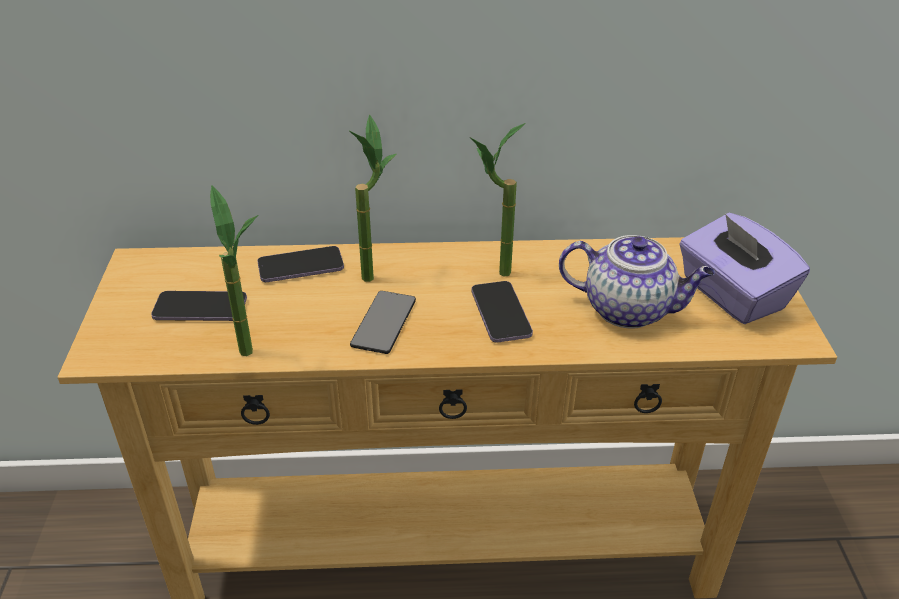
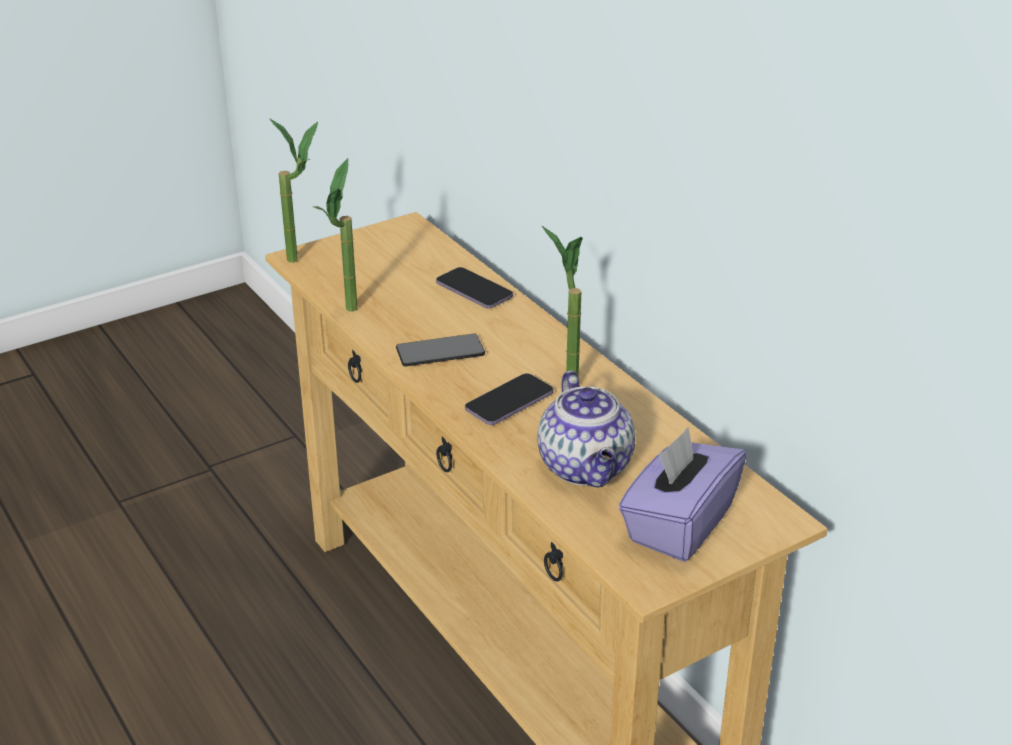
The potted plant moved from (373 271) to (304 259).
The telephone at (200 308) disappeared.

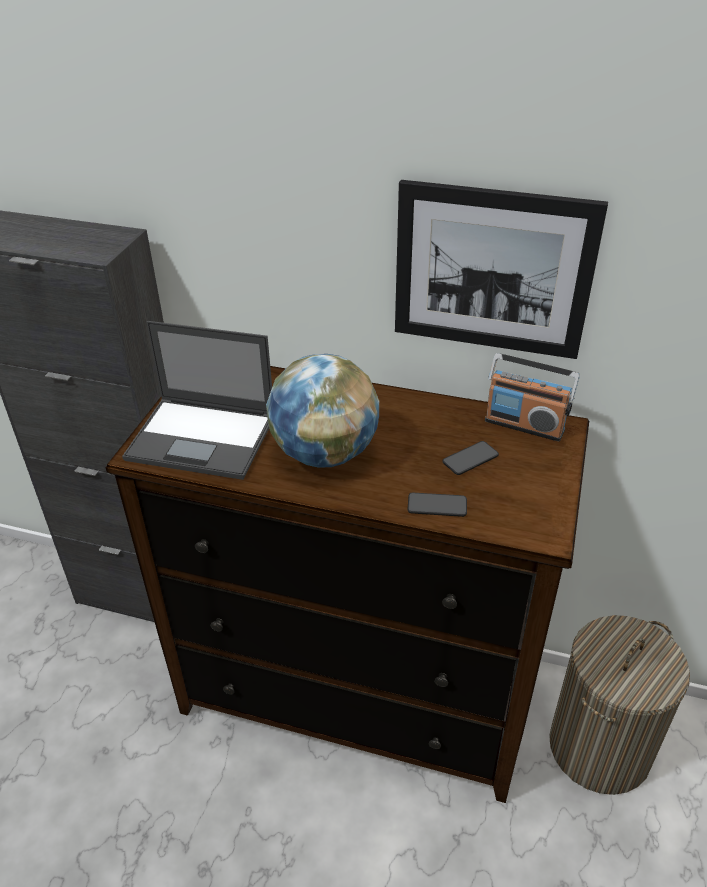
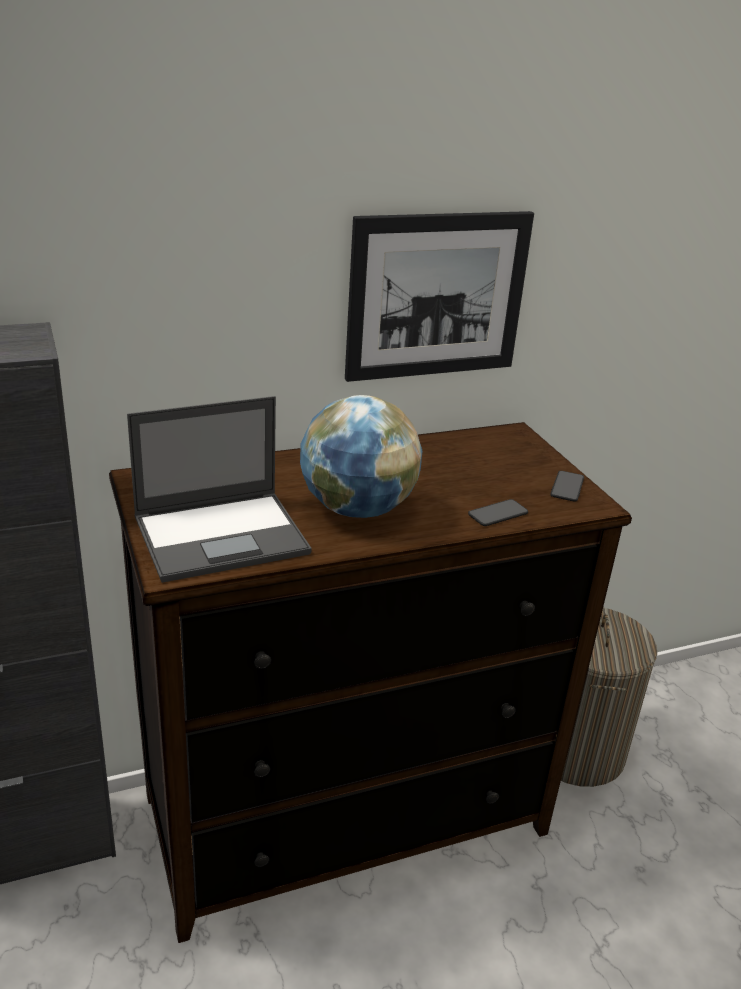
The telephone moved from (470 459) to (567 487).
The radio receiver at (524 425) disappeared.

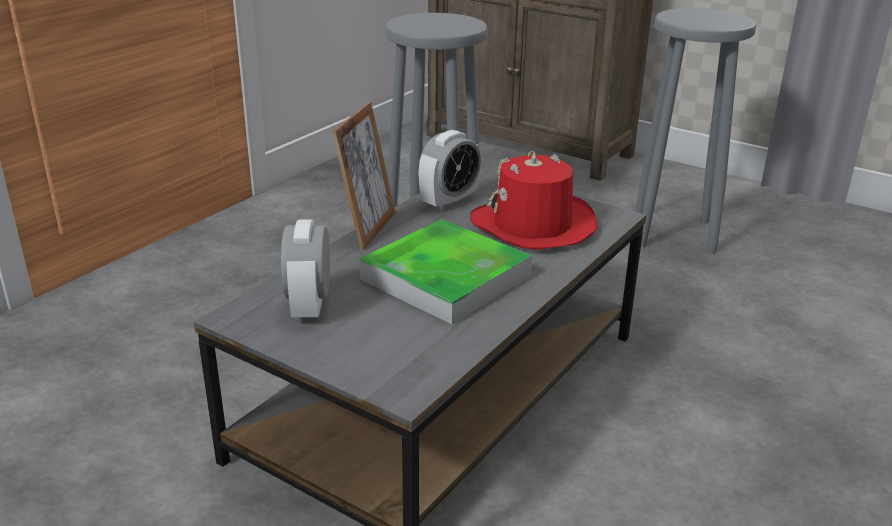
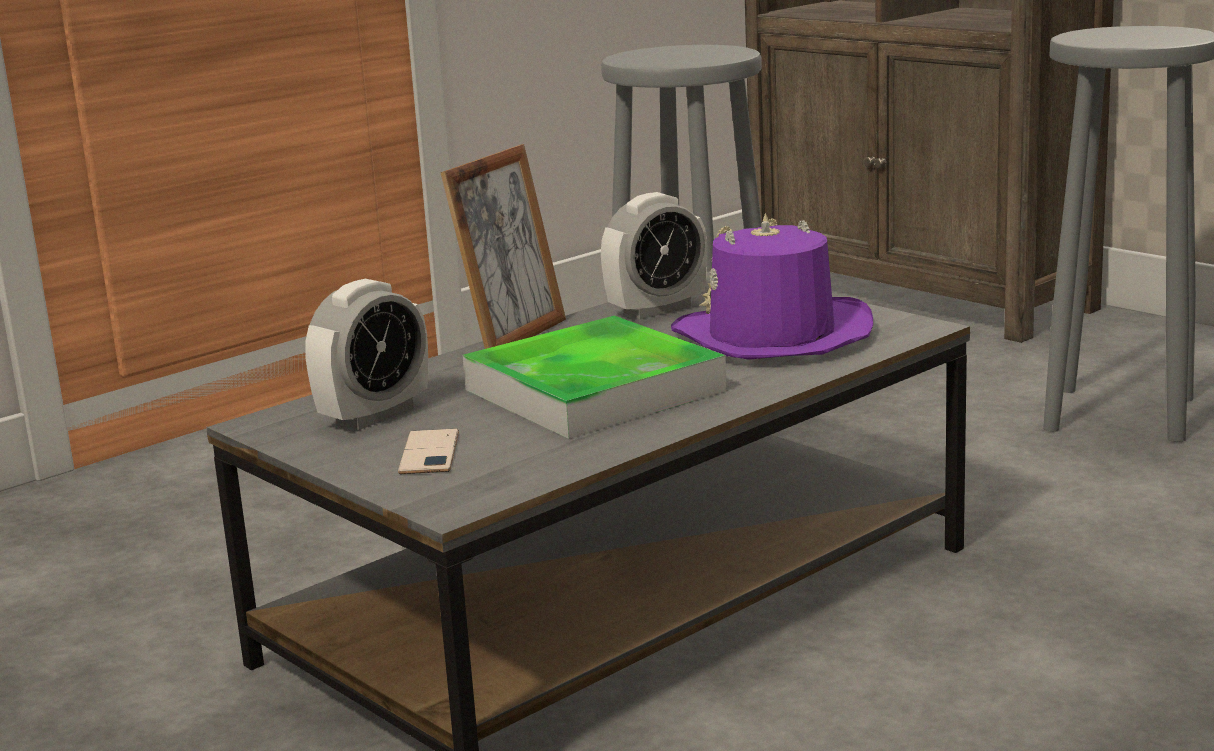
The bedside clock at (309 306) turned 150 degrees counterclockwise.
The telephone at (429 453) appeared.
The clothing hat (red) at (533 225) became the clothing hat (purple-coloured) at (772 336).

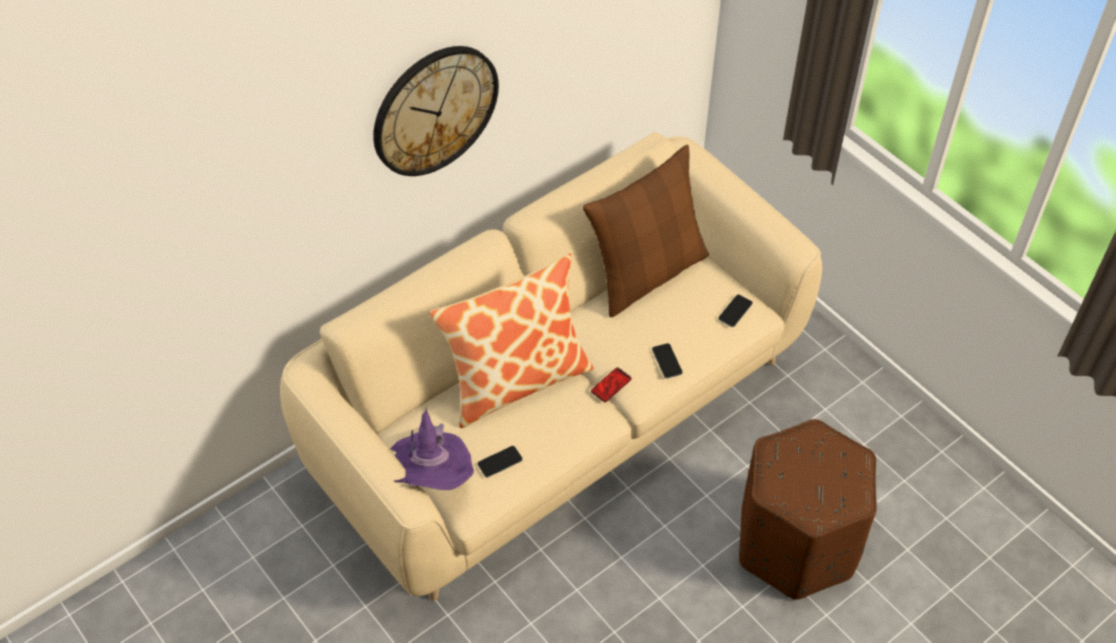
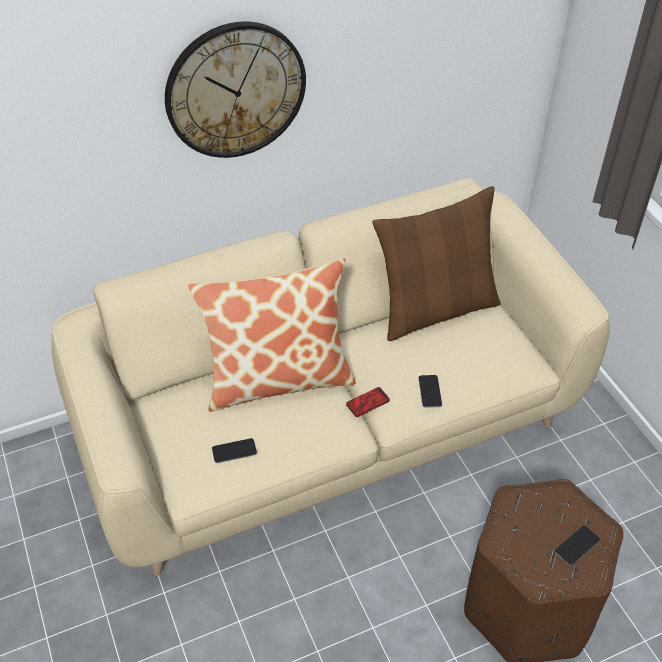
The telephone moved from (735 311) to (577 545).
The clothing hat (purple-coloured) at (431 477) disappeared.

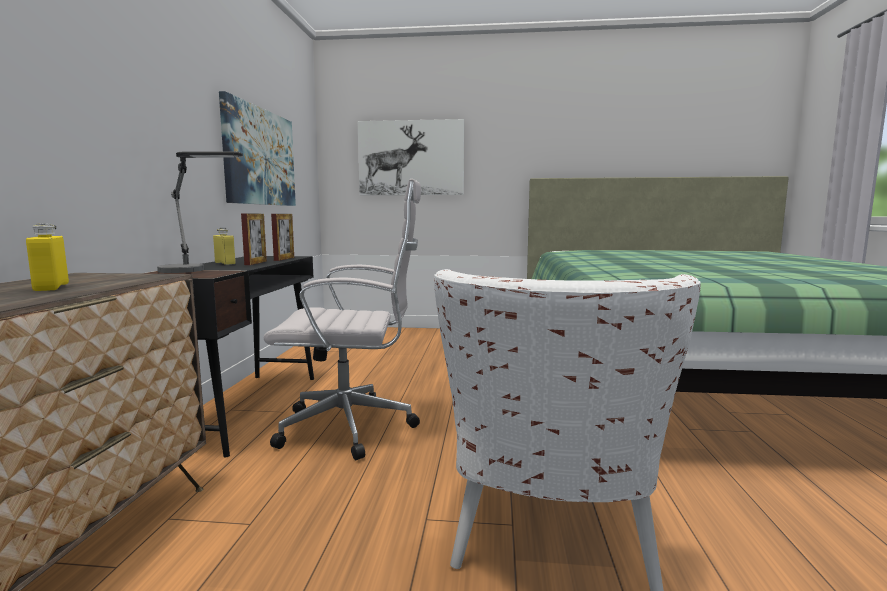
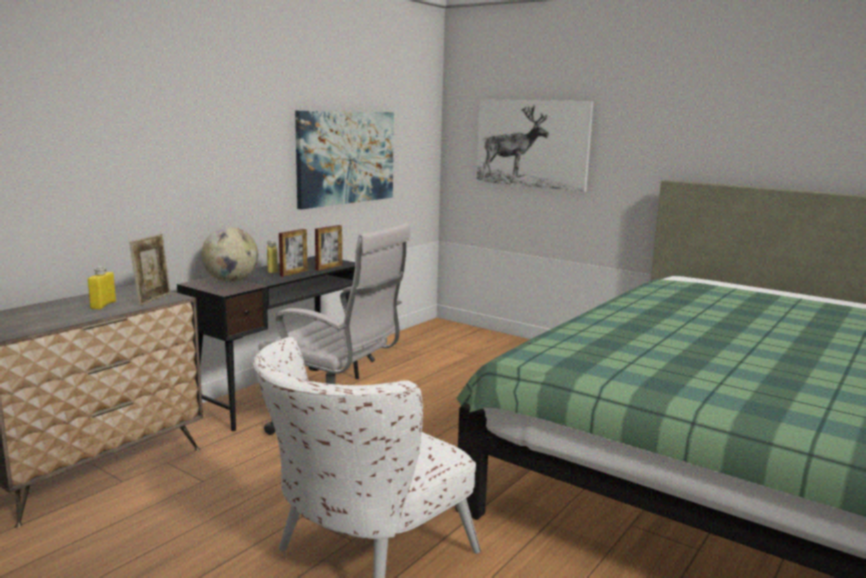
The standing frame at (153 299) appeared.
The table lamp at (193 270) was replaced by the globe at (231 281).

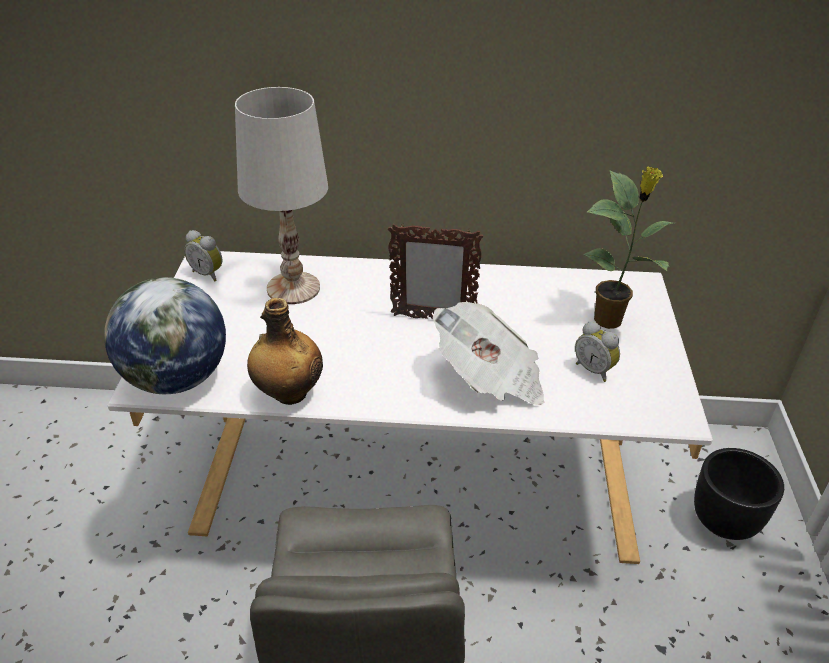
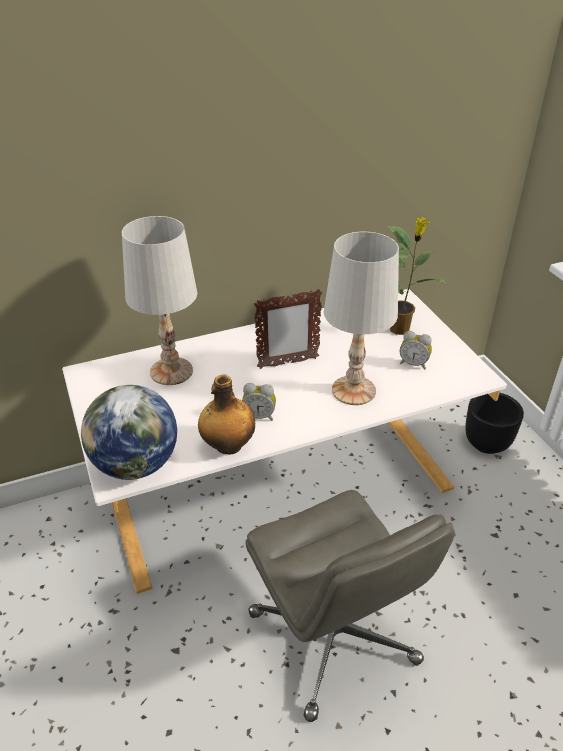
The bedside clock moved from (208 273) to (259 416).
The newspaper at (490 378) was replaced by the table lamp (white) at (354 390).

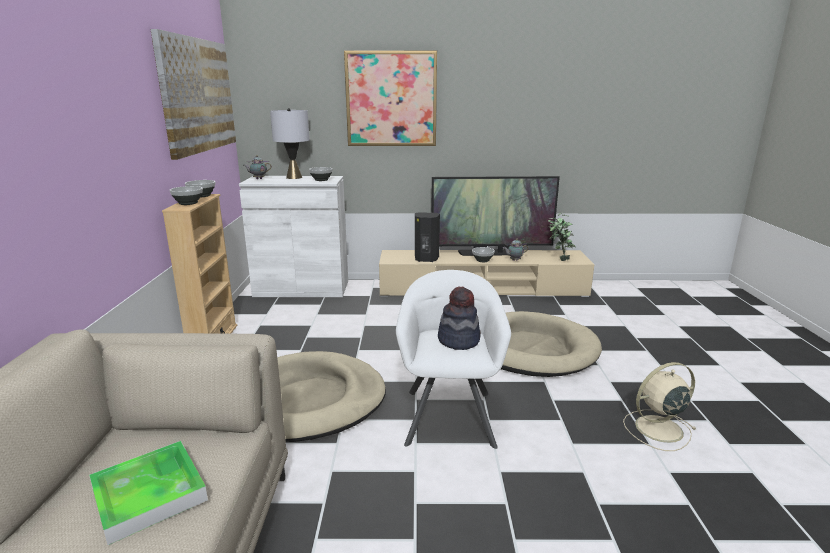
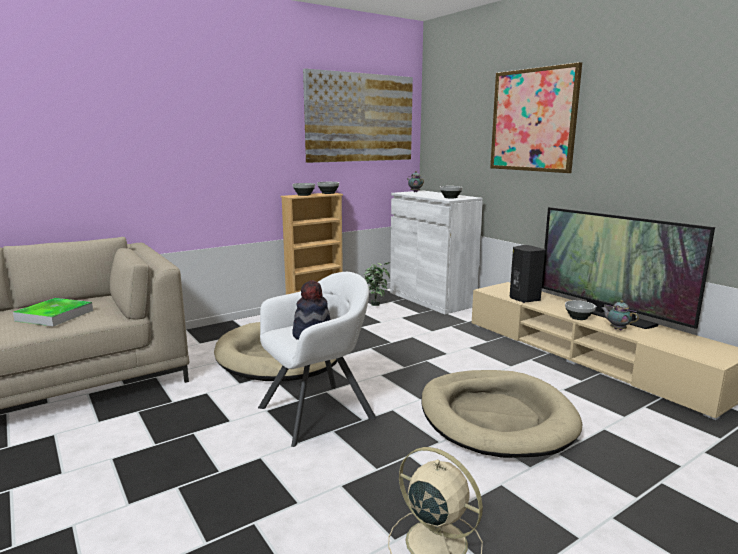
The potted plant moved from (558 259) to (376 304).
The table lamp (greyish) at (294 177) disappeared.

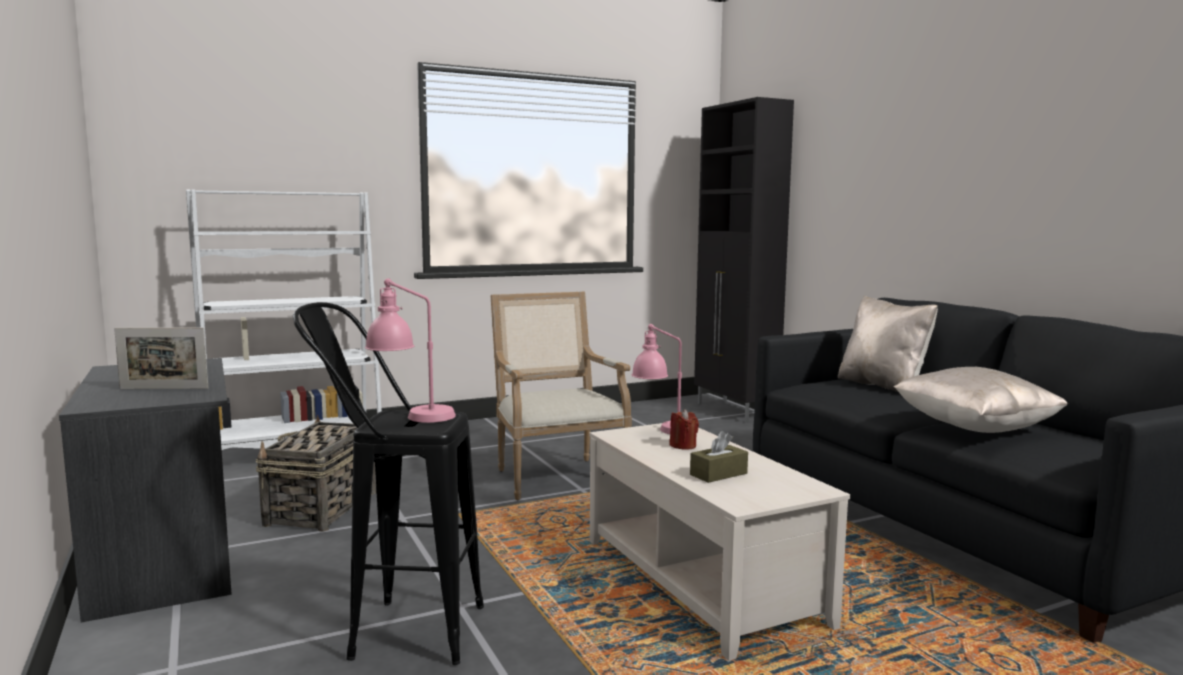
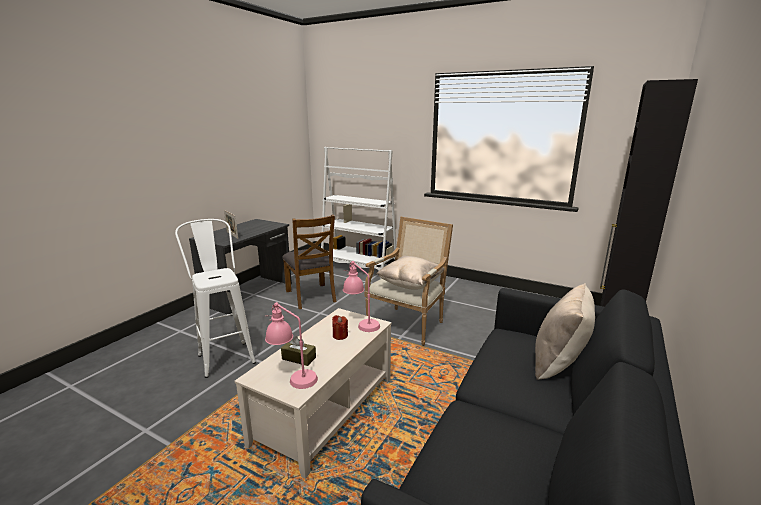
The stool (black) at (396 631) became the stool (white) at (224 355).
The table lamp (pinkish) moved from (412 419) to (292 378).
The household basket at (321 509) was replaced by the upright chair (brown-coloured) at (311 296).
The cushion (beige) moved from (974 429) to (410 285).

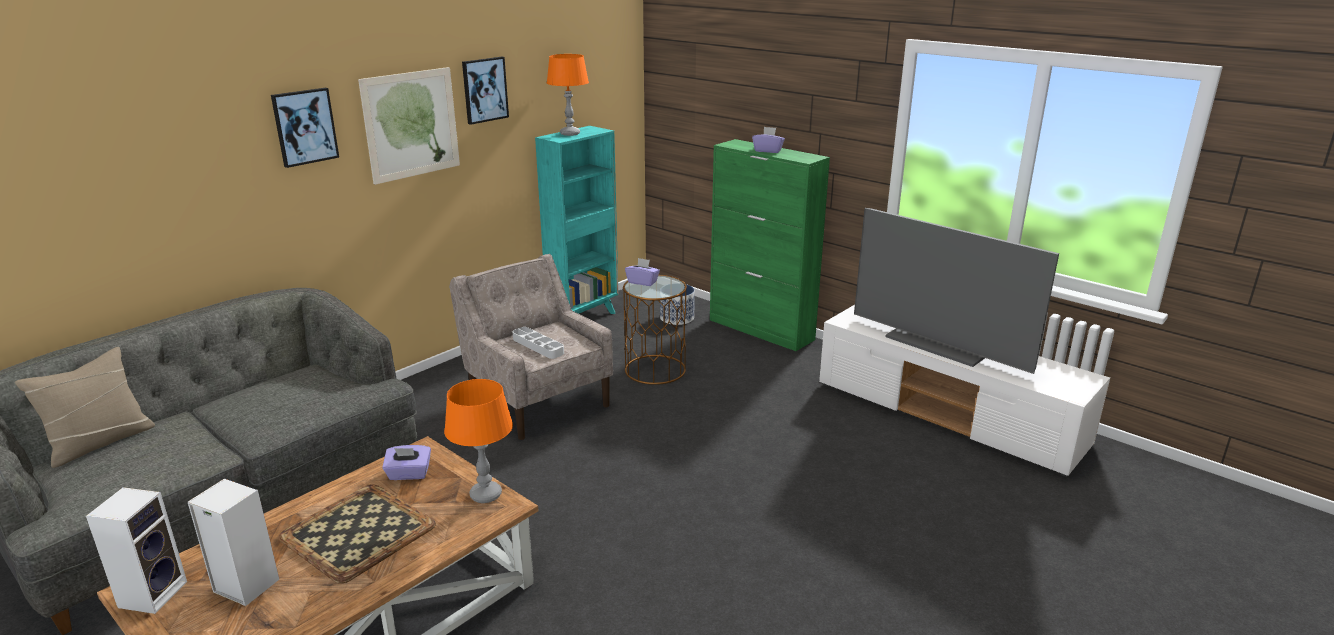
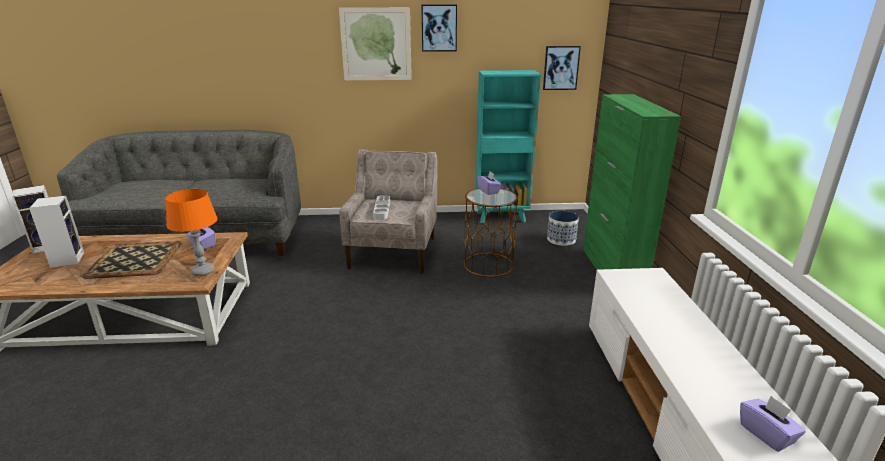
The wall picture moved from (304 127) to (561 68).
The box of tissues (purple-coloured) moved from (768 150) to (766 434).
The cushion (beige) at (100 442) disappeared.
The table lamp (orange) at (570 133) disappeared.
The TV at (940 344) disappeared.

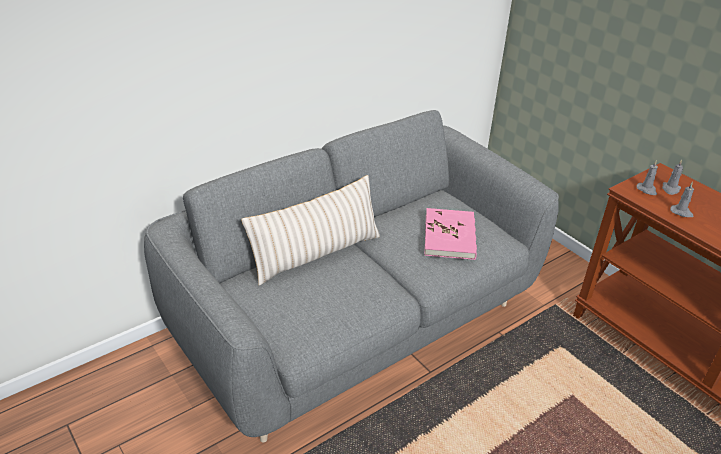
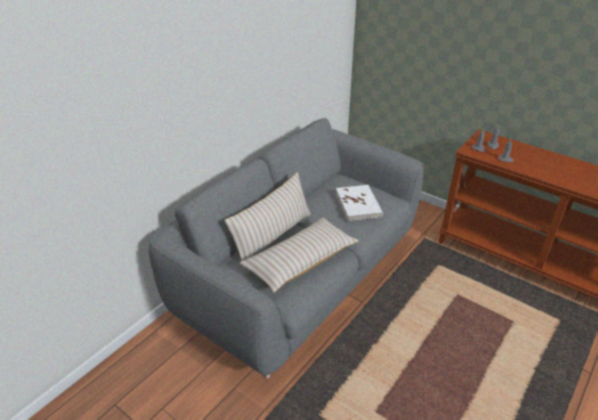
The cushion (beige) at (300 261) appeared.
The volume (pinkish) at (450 236) became the volume (white) at (358 204).

